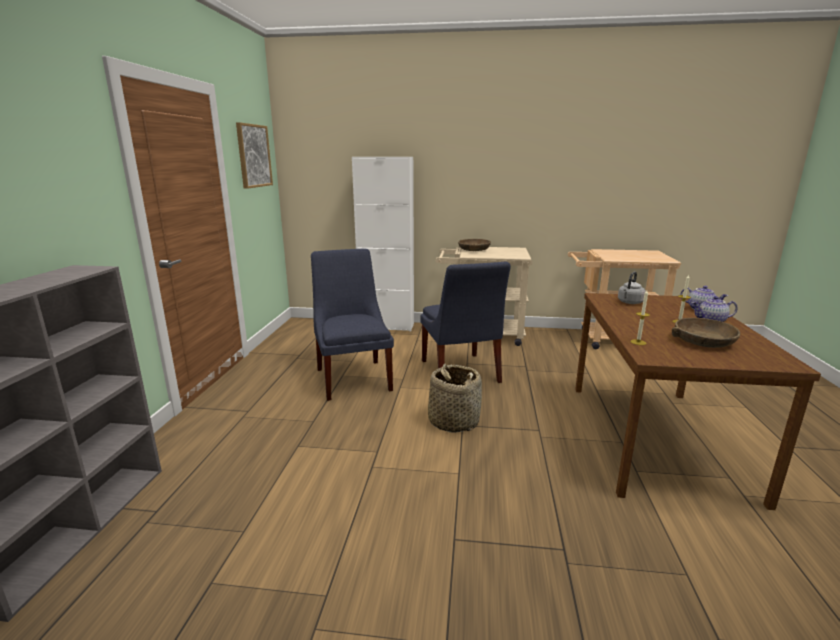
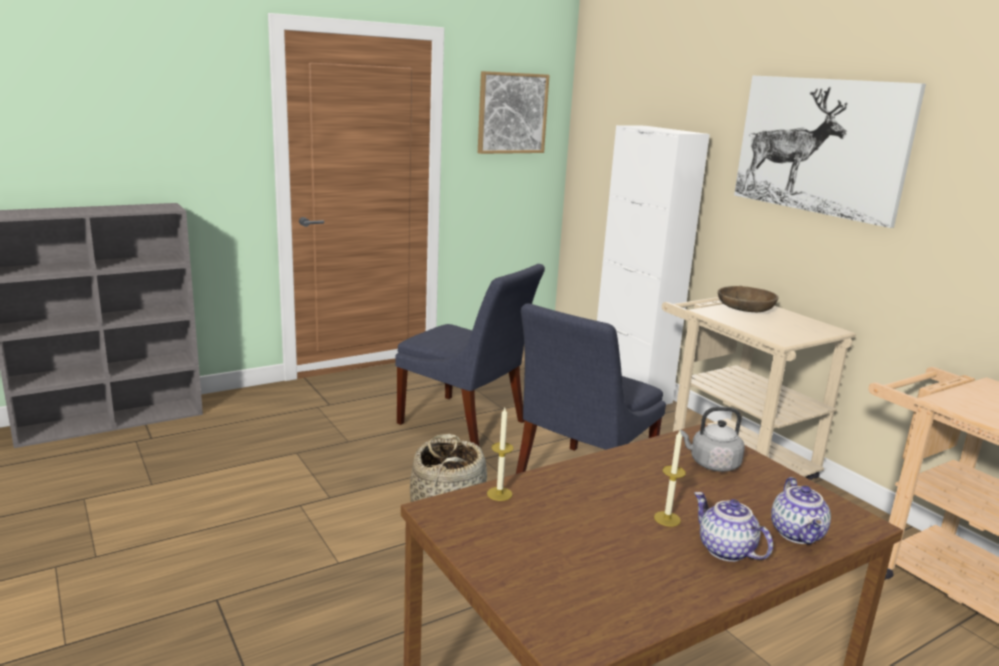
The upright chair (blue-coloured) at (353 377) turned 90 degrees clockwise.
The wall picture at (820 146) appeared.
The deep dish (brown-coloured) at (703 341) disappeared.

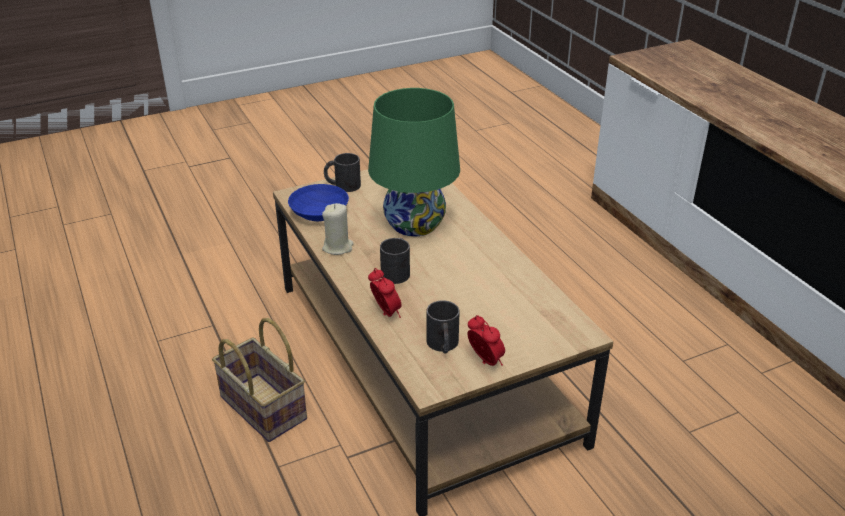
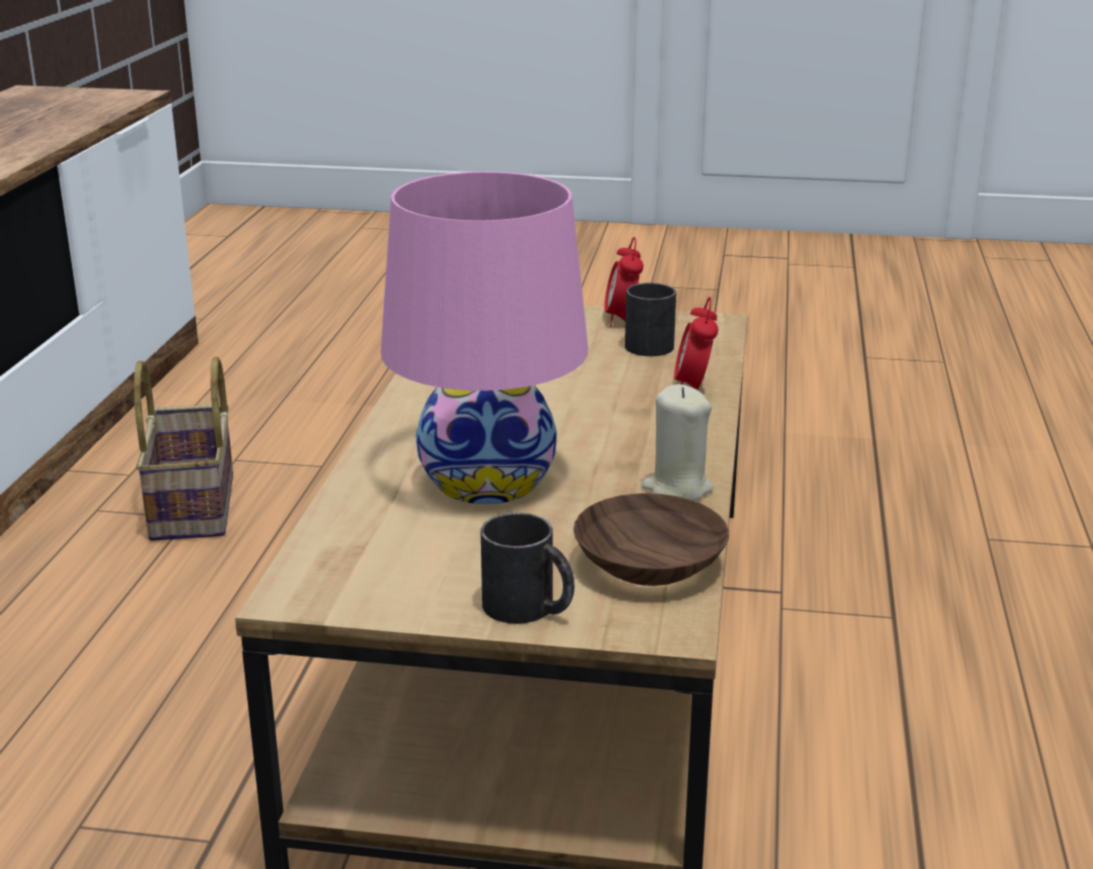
The household basket moved from (260 407) to (195 508).
The table lamp (green-coloured) at (414 224) became the table lamp (pinkish) at (487 480).
The deep dish (blue-coloured) at (317 212) became the deep dish (brown-coloured) at (653 565).
The coffee mug (black) at (397 271) disappeared.

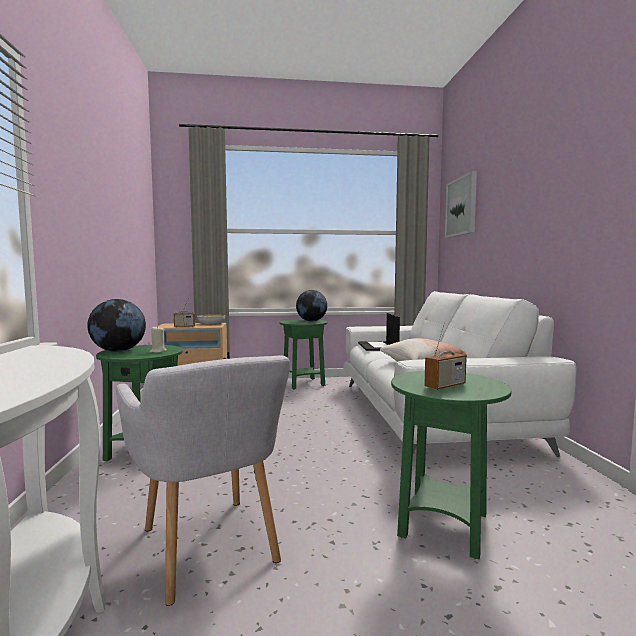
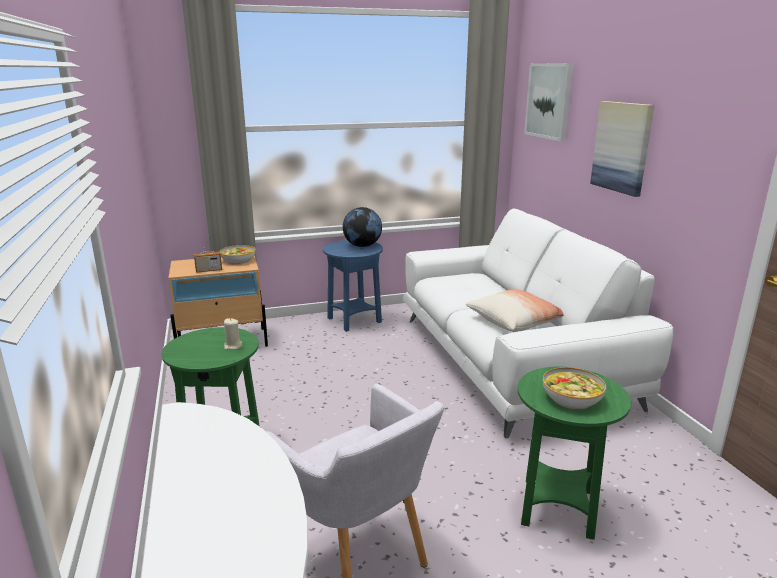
The end table (green-coloured) at (303 384) became the end table (blue-coloured) at (354 321).
The radio receiver at (445 386) was replaced by the deep dish at (571 398).
The wall picture at (622 147) appeared.
The globe at (118 351) disappeared.
The notebook computer at (378 346) disappeared.

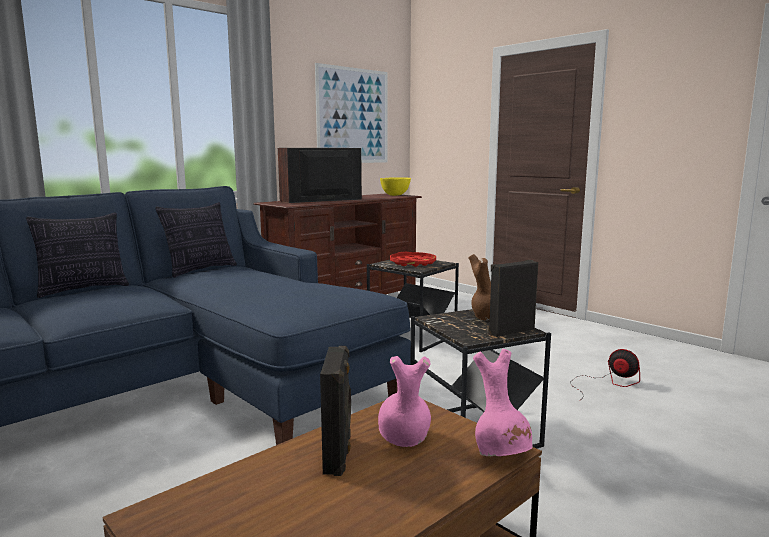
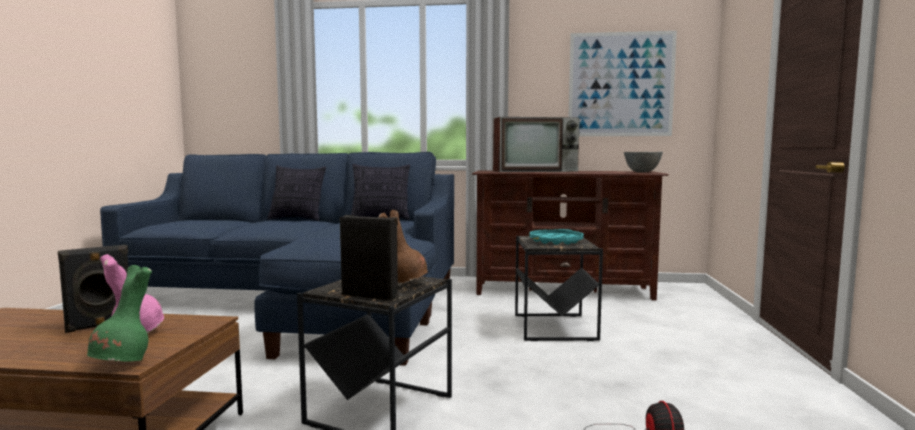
The flower vase (pinkish) at (502 454) became the flower vase (green-coloured) at (123 363).
The TV at (319 200) turned 150 degrees clockwise.
The serving tray (red) at (412 263) became the serving tray (turquoise) at (556 241).
The deep dish (yellow) at (395 195) became the deep dish (greyish) at (642 172).

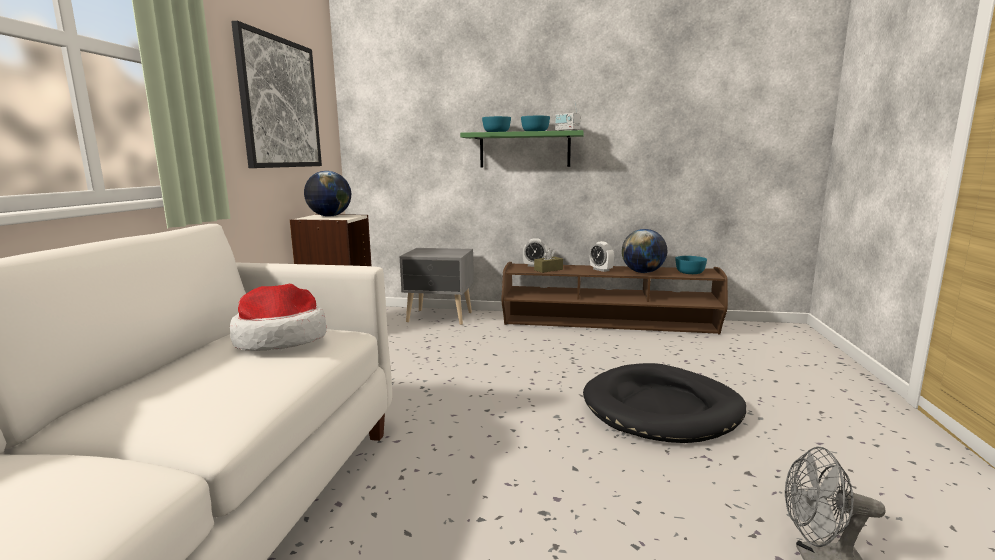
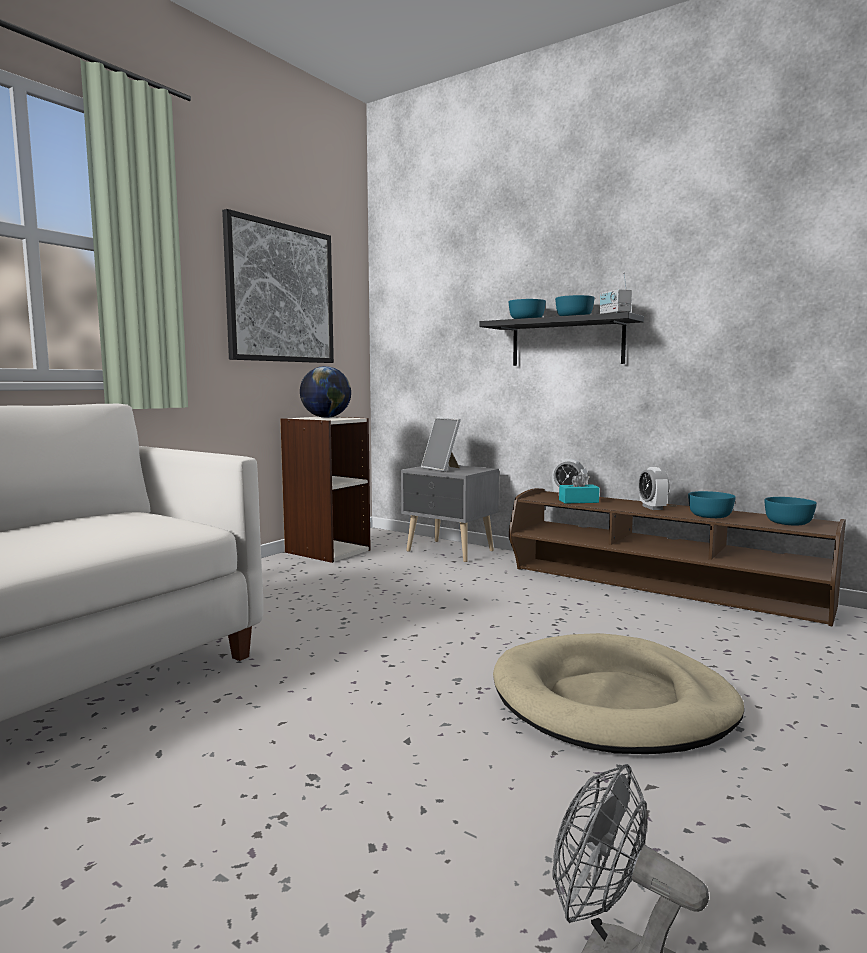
The standing frame at (442 469) appeared.
The shelf (green-coloured) at (524 150) became the shelf (black) at (567 342).
The dog bed (black) at (662 408) became the dog bed (beige) at (612 701).
The box of tissues (brown-coloured) at (548 270) became the box of tissues (turquoise) at (578 501).
The globe at (643 272) was replaced by the deep dish (turquoise) at (711 516).
The clothing hat at (280 340) disappeared.

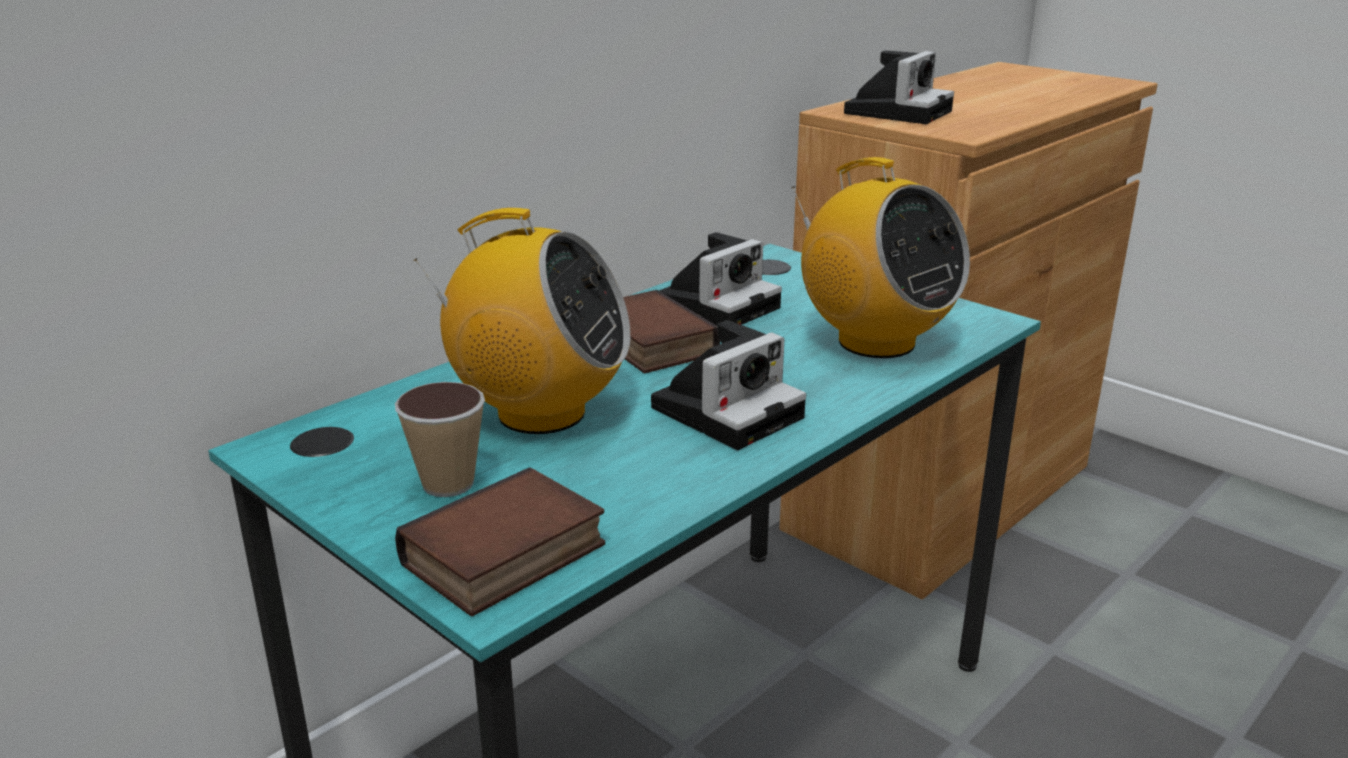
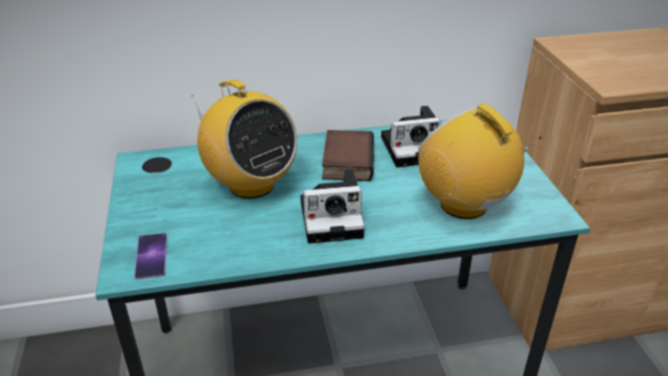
The volume at (505 557) was replaced by the telephone at (151 256).
The radio receiver at (875 342) turned 150 degrees clockwise.
The drinking cup at (448 484) disappeared.
The photo camera at (898 111) disappeared.

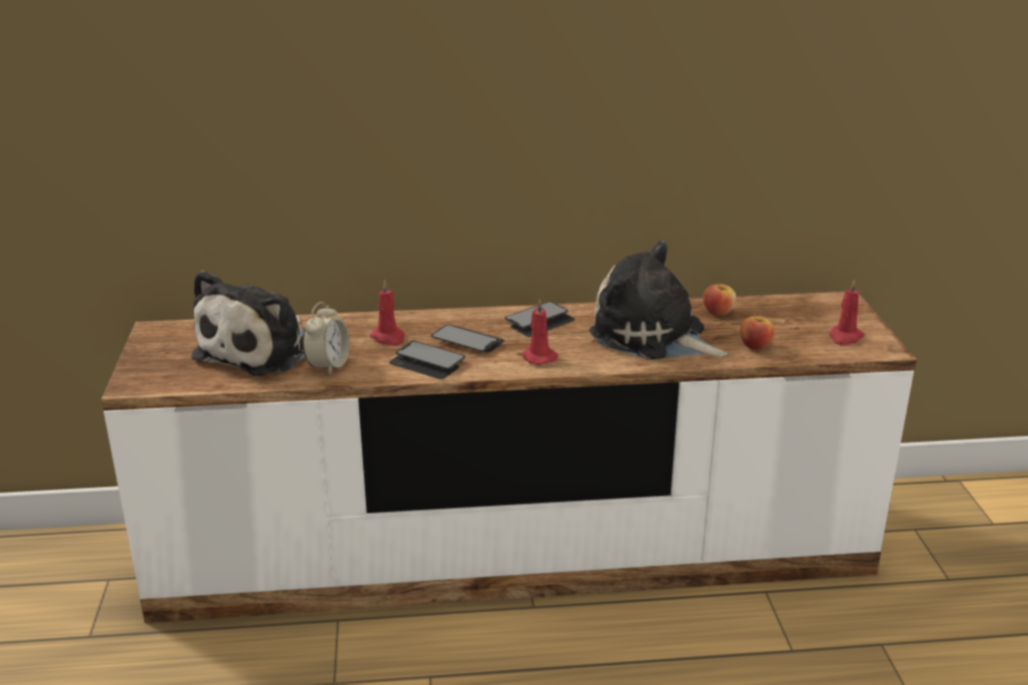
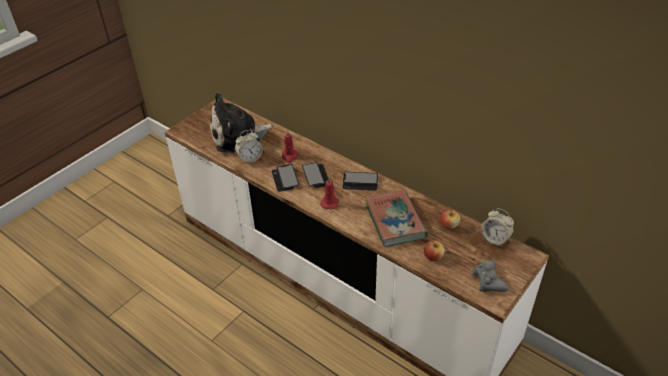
The soft toy at (652 336) was replaced by the volume at (395 221).
The wax light (red) at (845 337) was replaced by the gamepad (greyish) at (488 280).
The bedside clock at (495 239) appeared.

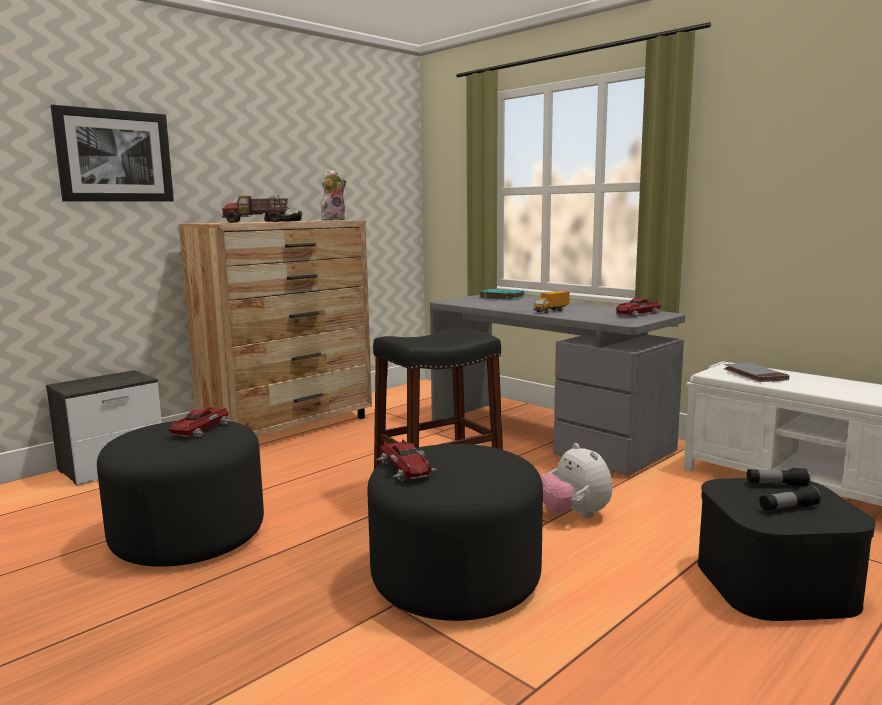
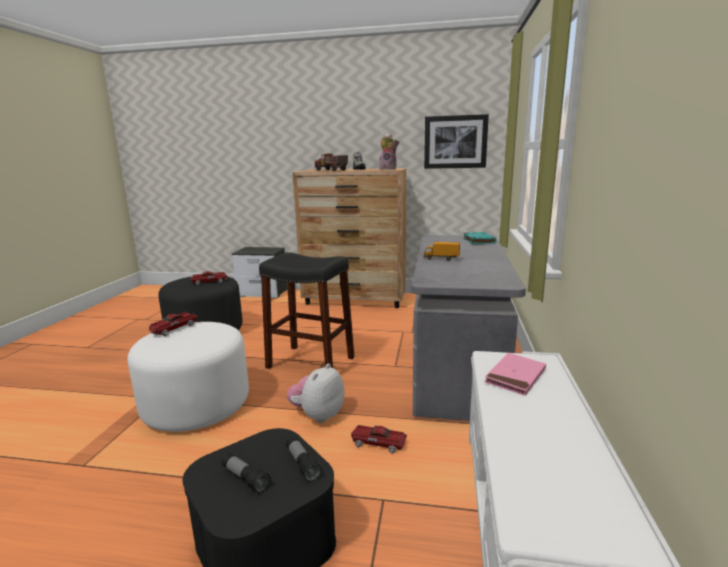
The footrest (black) at (455 579) became the footrest (white) at (196 404).
The toy car moved from (637 314) to (378 443).
The wall picture moved from (115 156) to (455 142).
The volume (greyish) at (755 375) became the volume (pinkish) at (515 376).

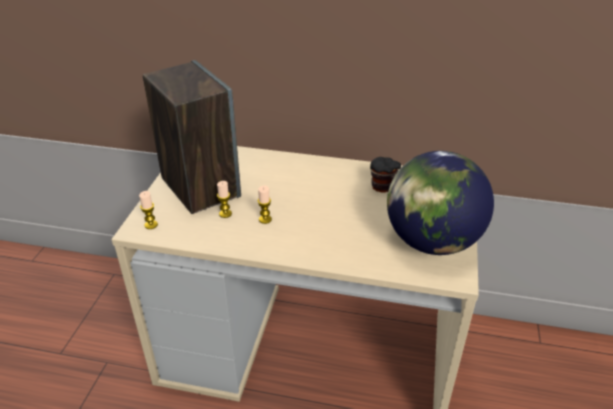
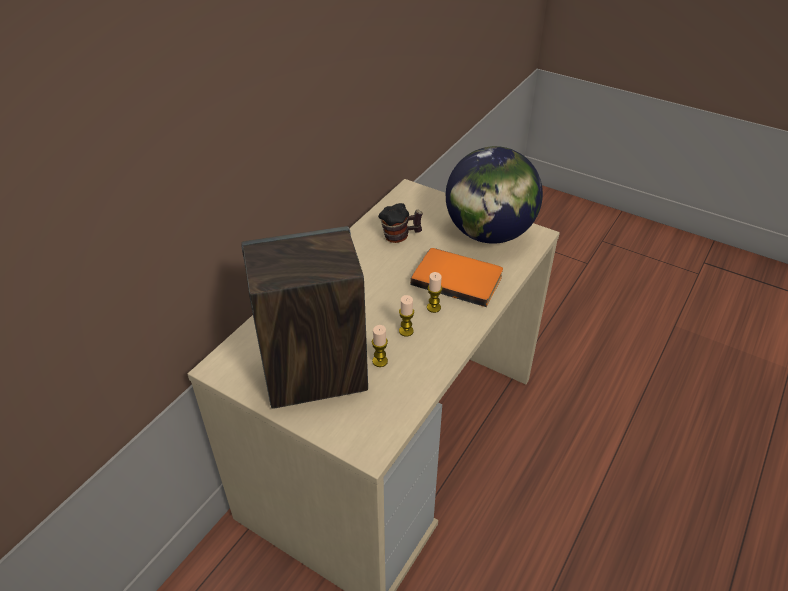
The volume (orange) at (458 278) appeared.
The wax light moved from (151 225) to (433 307).

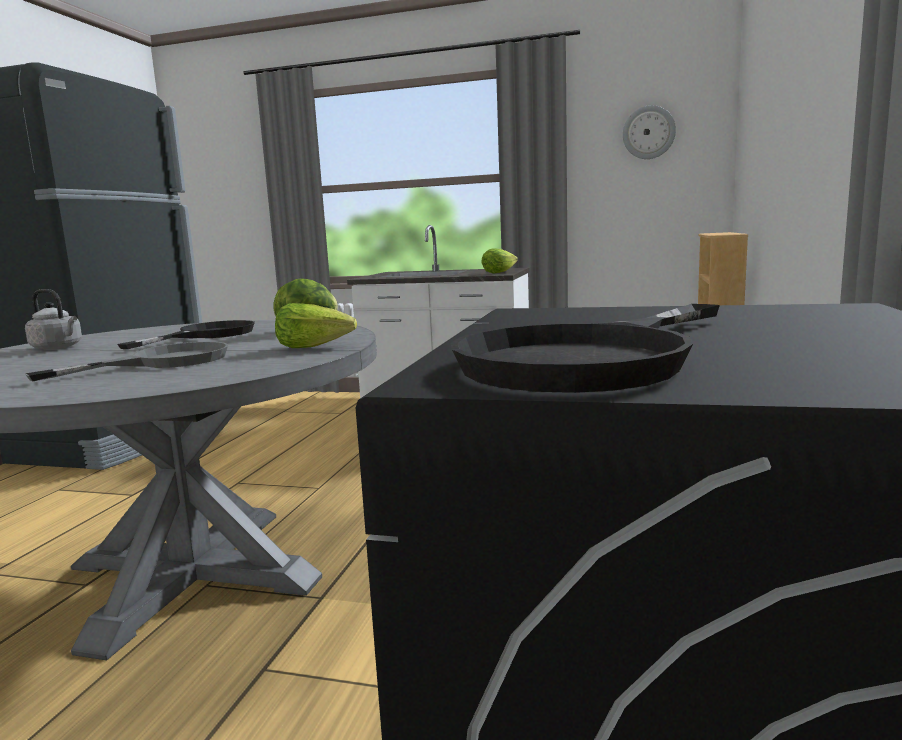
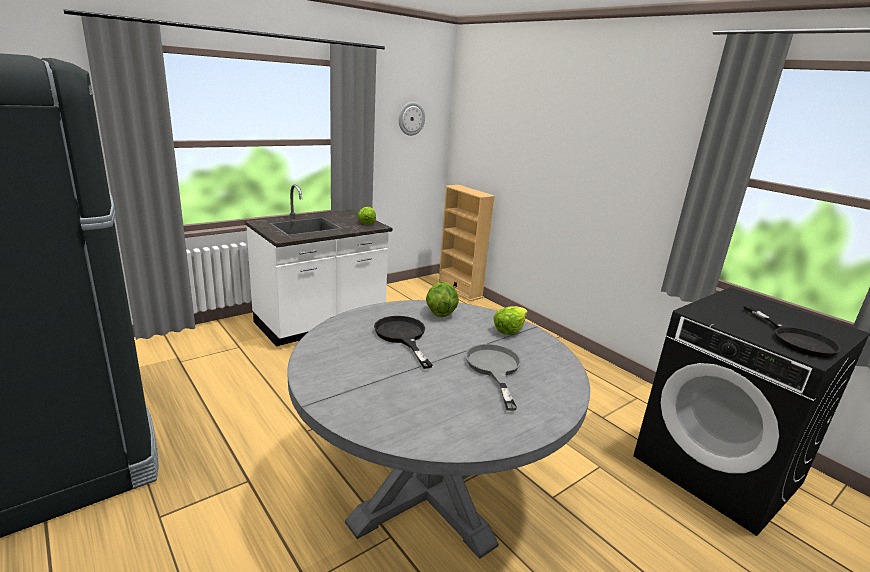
The water kettle (greyish) at (58 347) disappeared.

